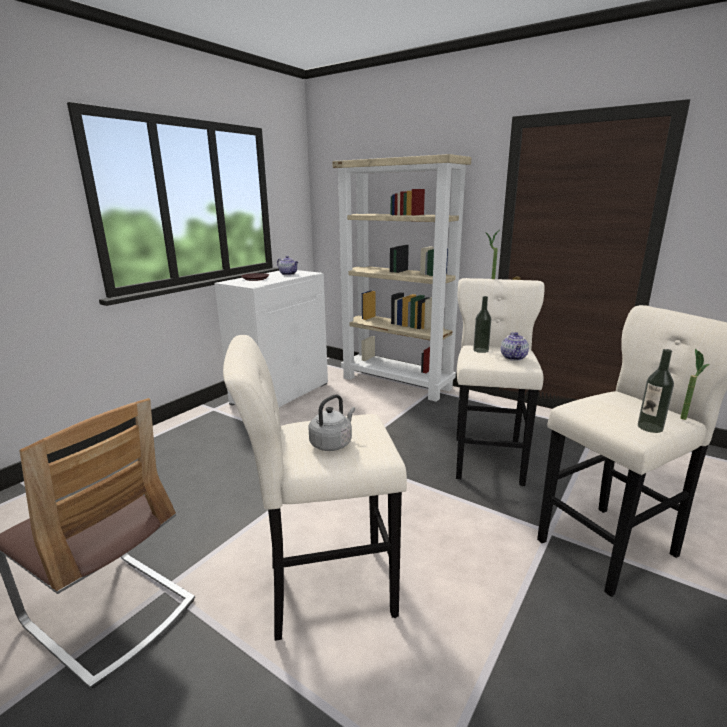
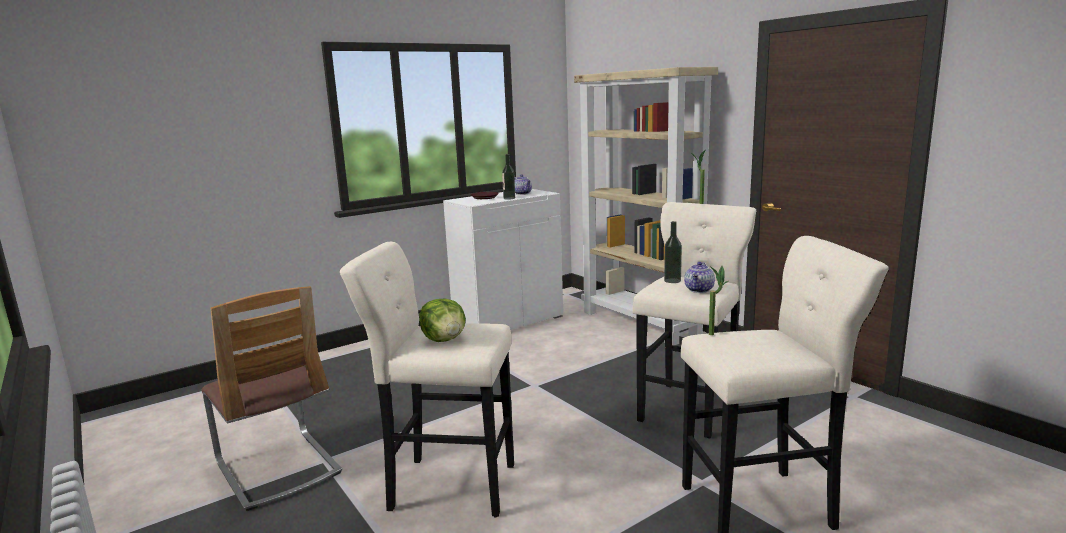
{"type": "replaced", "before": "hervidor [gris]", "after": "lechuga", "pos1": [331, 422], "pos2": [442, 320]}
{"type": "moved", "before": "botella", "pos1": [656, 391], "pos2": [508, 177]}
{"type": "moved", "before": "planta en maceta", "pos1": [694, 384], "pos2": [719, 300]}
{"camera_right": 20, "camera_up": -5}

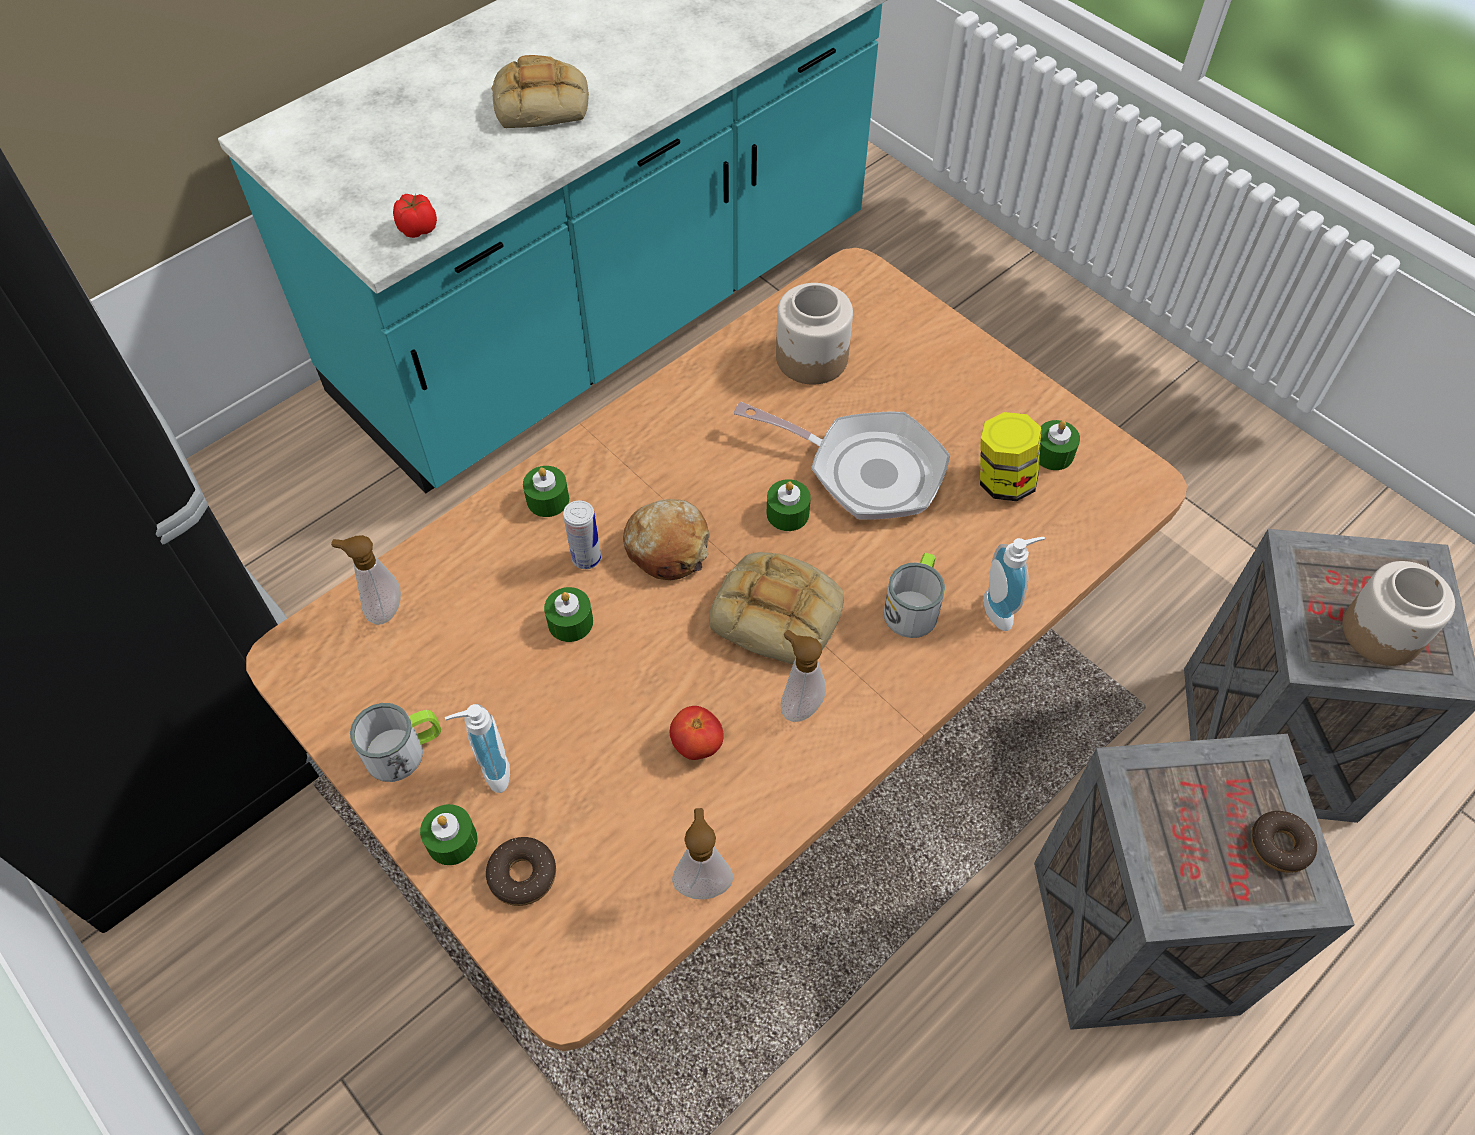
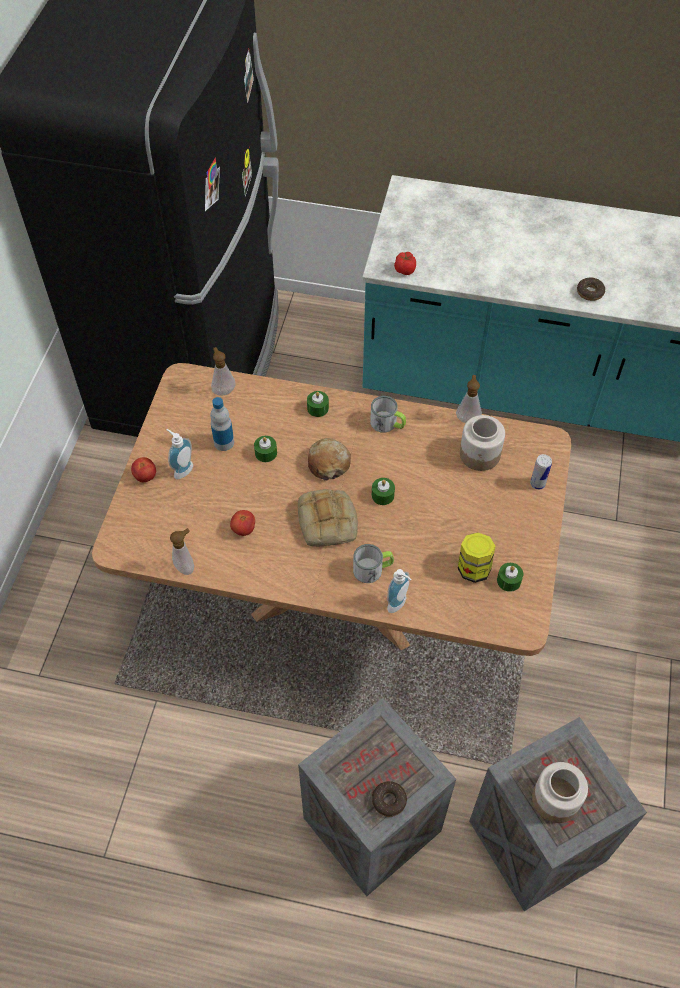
{"type": "moved", "before": "taza grande", "pos1": [395, 742], "pos2": [388, 414]}
{"type": "replaced", "before": "vela [verde]", "after": "tomate", "pos1": [449, 834], "pos2": [143, 469]}
{"type": "moved", "before": "rosquilla", "pos1": [521, 871], "pos2": [591, 289]}
{"type": "removed", "before": "pan", "pos1": [540, 91]}
{"type": "moved", "before": "lata", "pos1": [582, 534], "pos2": [541, 472]}
{"type": "removed", "before": "sartén", "pos1": [842, 461]}
{"type": "moved", "before": "dispensador de jabón", "pos1": [803, 676], "pos2": [469, 399]}
{"type": "added", "after": "botella", "pos2": [222, 424]}
{"camera_right": 55, "camera_up": 0}

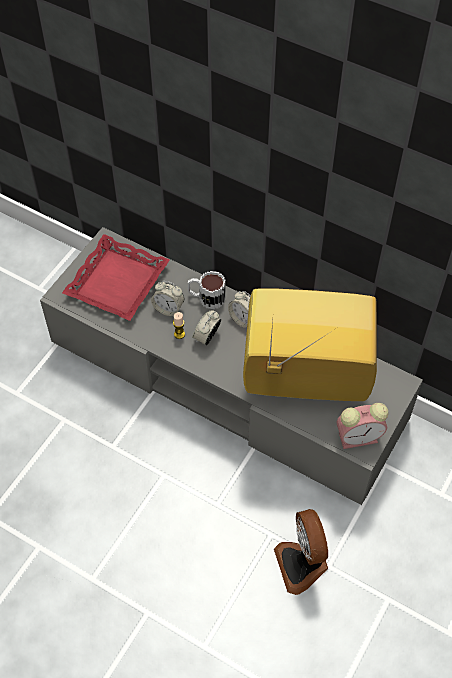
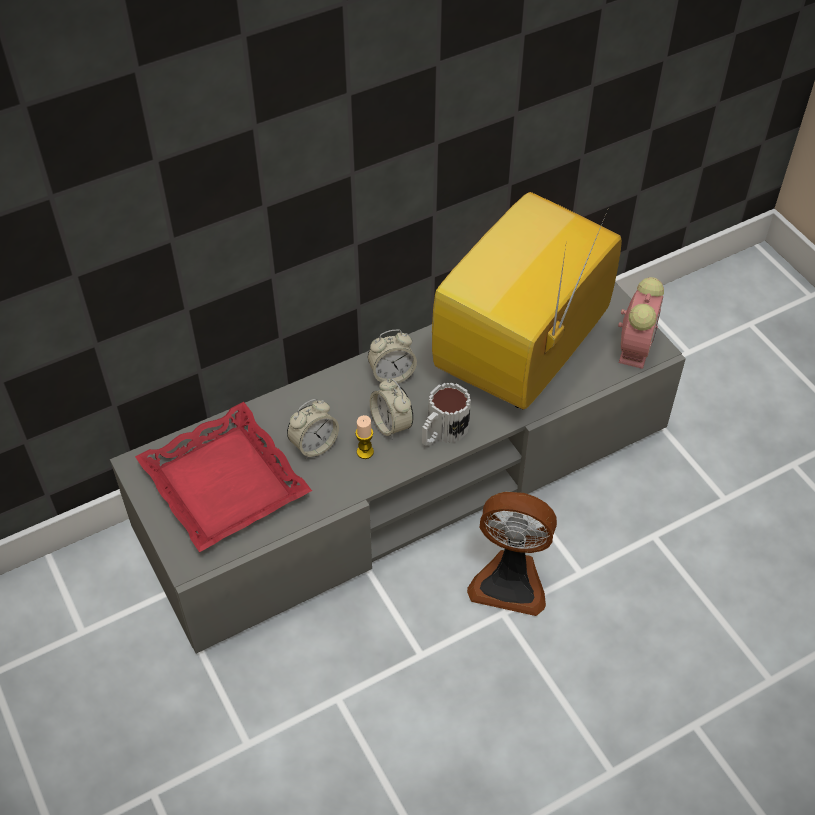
{"type": "moved", "before": "taza grande", "pos1": [207, 290], "pos2": [446, 414]}
{"type": "moved", "before": "ventilador", "pos1": [301, 552], "pos2": [512, 554]}
{"camera_right": -60, "camera_up": -5}

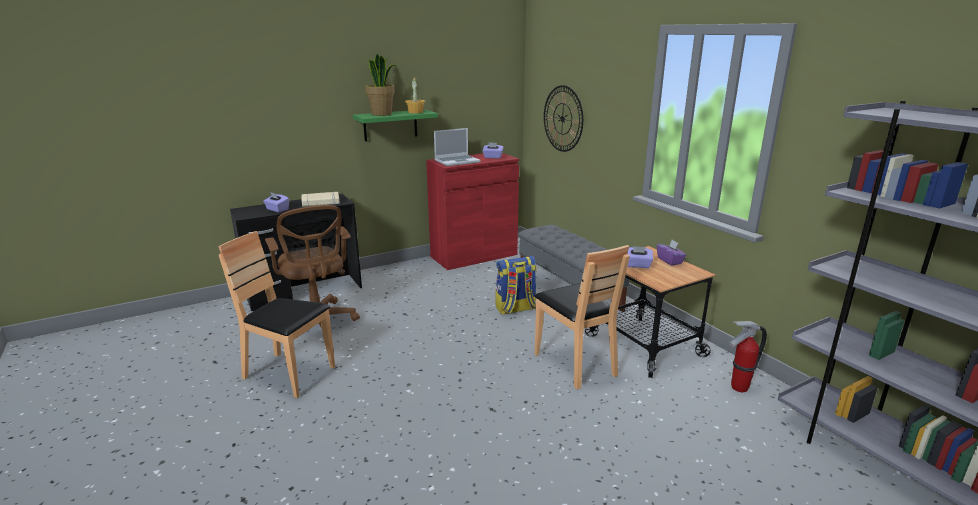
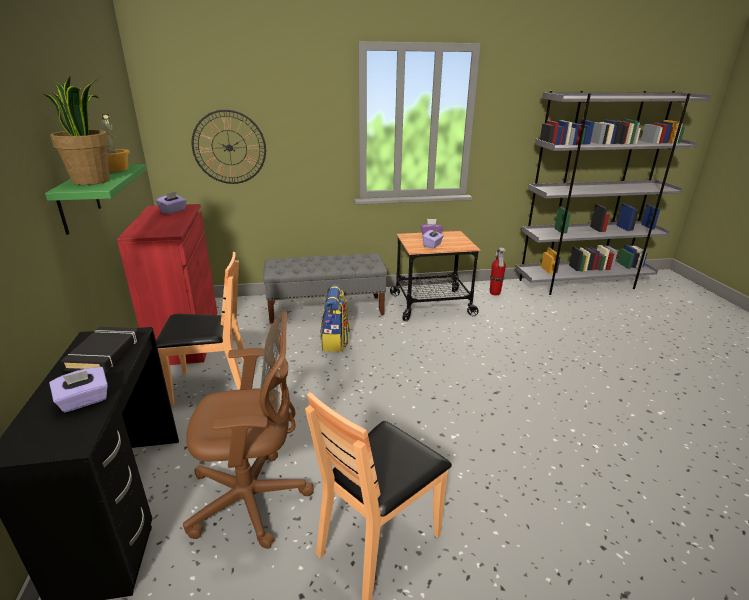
{"type": "recoloured", "before": "libro [beis]", "after": "libro [negro]", "pos1": [321, 199], "pos2": [100, 349]}
{"type": "removed", "before": "portátil", "pos1": [457, 147]}
{"type": "moved", "before": "silla [marrón]", "pos1": [582, 317], "pos2": [200, 329]}
{"camera_right": -70, "camera_up": 5}

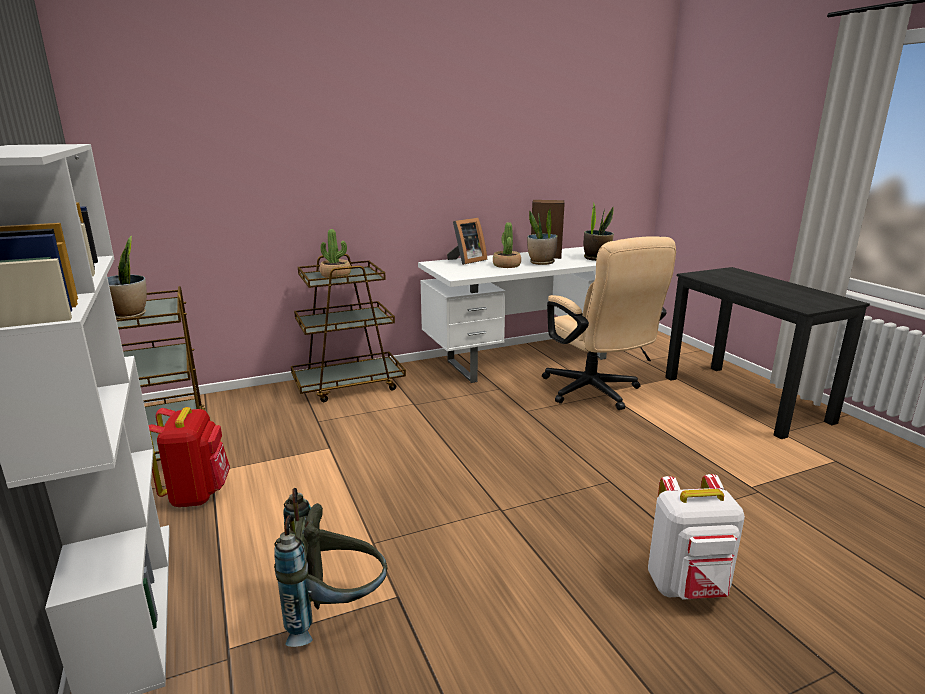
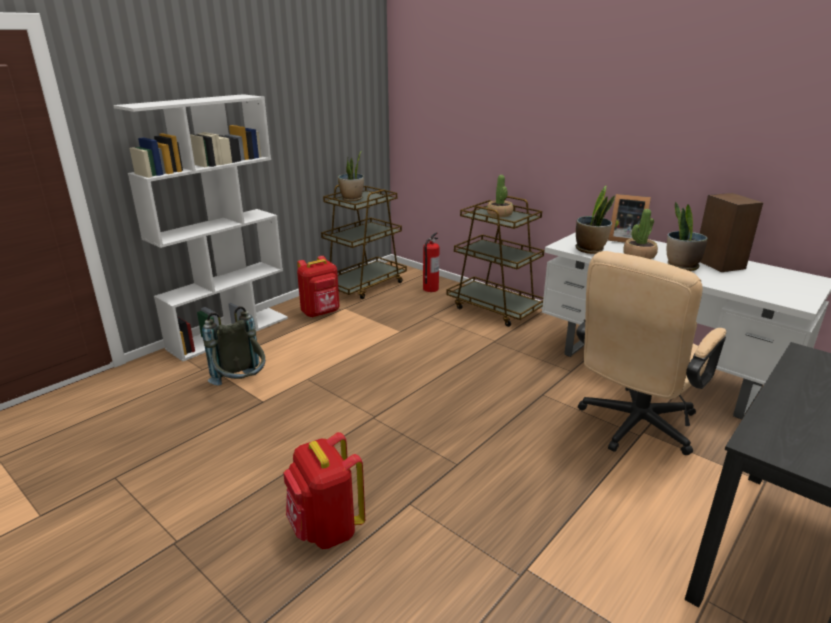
{"type": "moved", "before": "planta en maceta", "pos1": [599, 231], "pos2": [595, 220]}
{"type": "recoloured", "before": "mochila [blanco]", "after": "mochila [rojo]", "pos1": [696, 537], "pos2": [324, 490]}
{"type": "added", "after": "extintor", "pos2": [431, 262]}
{"camera_right": 65, "camera_up": 5}

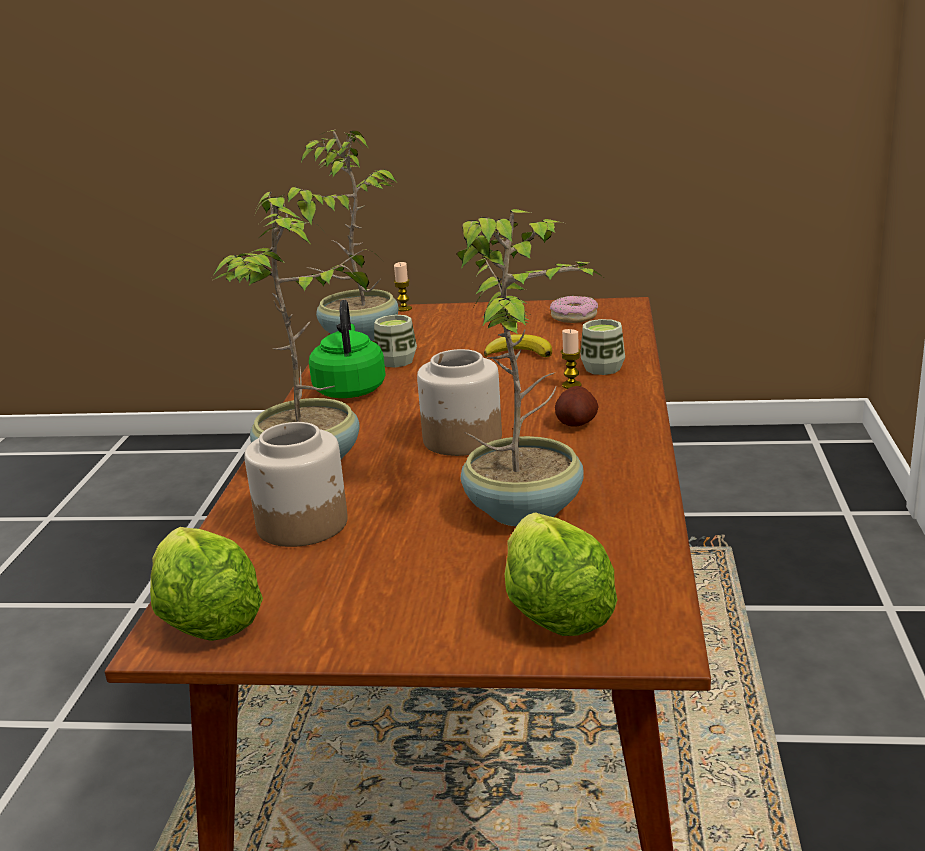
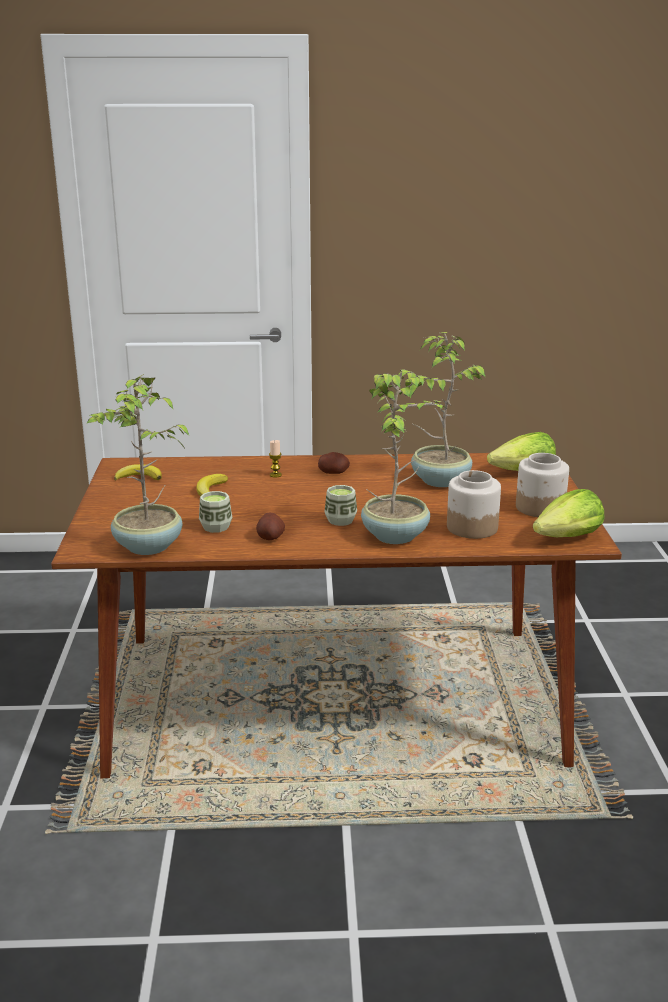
{"type": "replaced", "before": "hervidor [verde]", "after": "patata", "pos1": [347, 349], "pos2": [270, 526]}
{"type": "removed", "before": "vela", "pos1": [403, 286]}
{"type": "moved", "before": "tarro", "pos1": [459, 402], "pos2": [542, 485]}
{"type": "replaced", "before": "rosquilla", "after": "plátano", "pos1": [574, 309], "pos2": [138, 472]}
{"type": "moved", "before": "taza", "pos1": [602, 347], "pos2": [341, 505]}
{"camera_right": -100, "camera_up": 0}

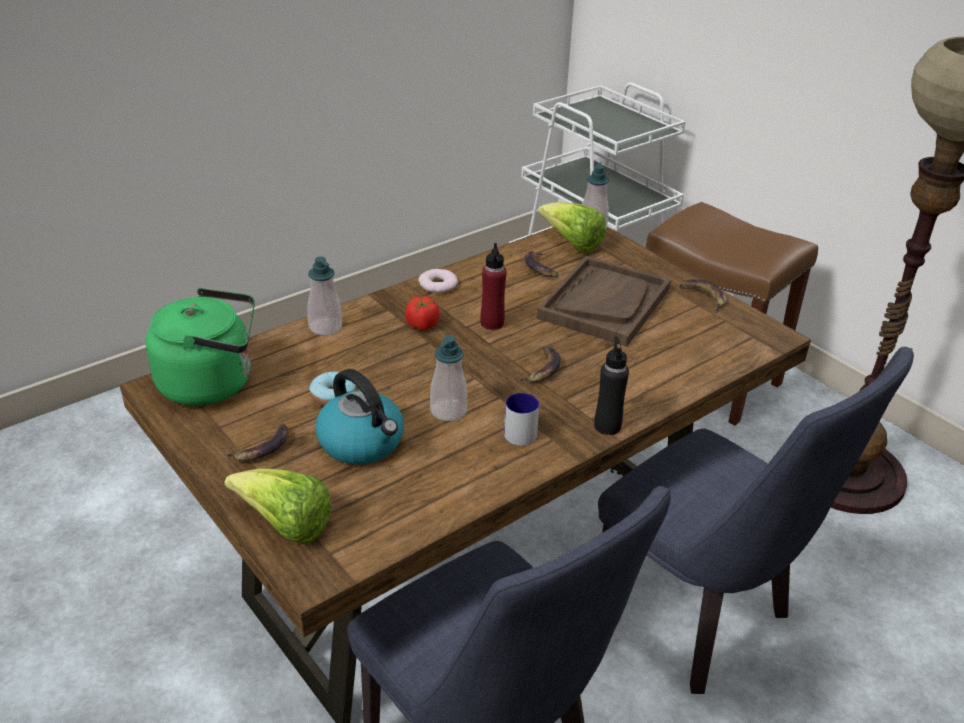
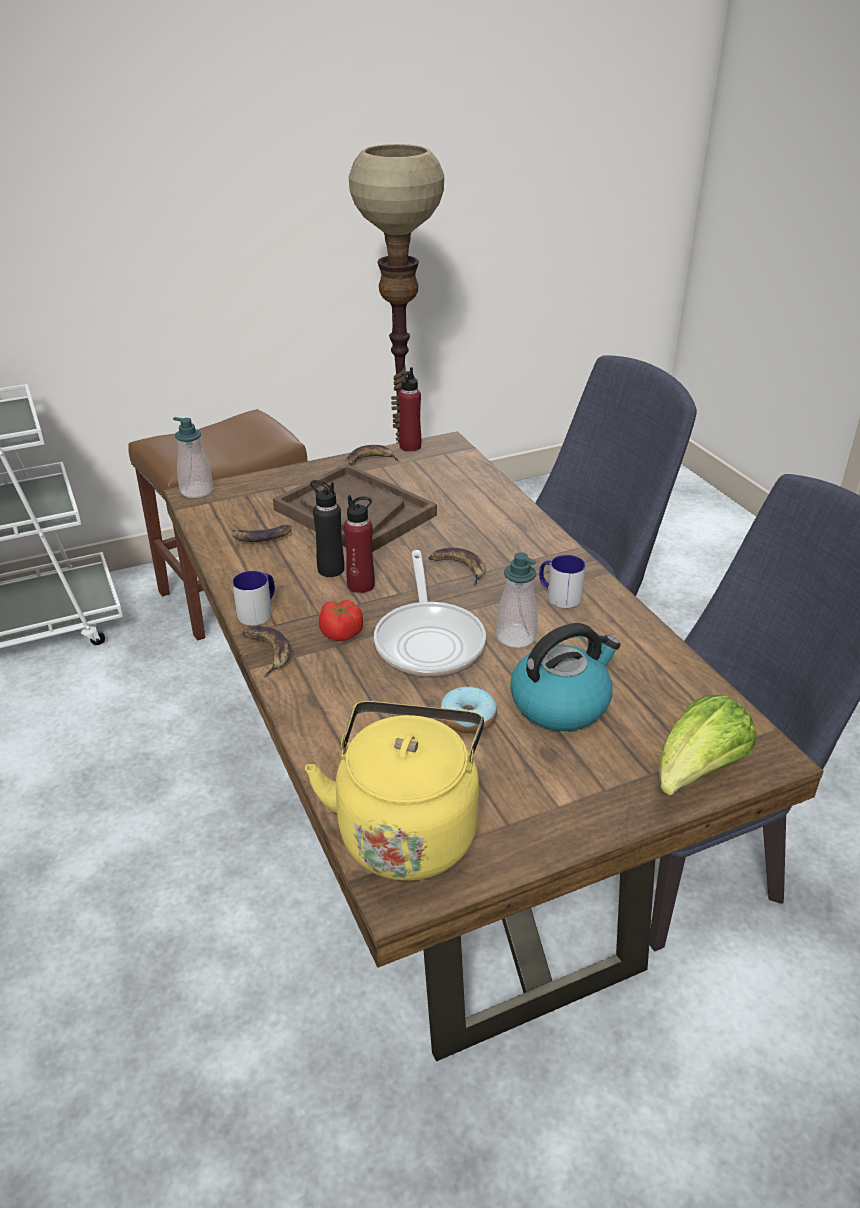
{"type": "recoloured", "before": "hervidor [verde]", "after": "hervidor [amarillo]", "pos1": [200, 347], "pos2": [394, 791]}
{"type": "moved", "before": "plátano", "pos1": [256, 442], "pos2": [266, 651]}
{"type": "removed", "before": "dispensador de jabón", "pos1": [325, 296]}
{"type": "replaced", "before": "rosquilla", "after": "taza grande", "pos1": [438, 281], "pos2": [253, 598]}
{"type": "removed", "before": "lechuga", "pos1": [572, 227]}
{"type": "moved", "before": "botella [negro]", "pos1": [611, 386], "pos2": [327, 528]}
{"type": "added", "after": "sartén", "pos2": [430, 613]}
{"type": "added", "after": "botella [rojo]", "pos2": [409, 409]}
{"camera_right": -75, "camera_up": 0}

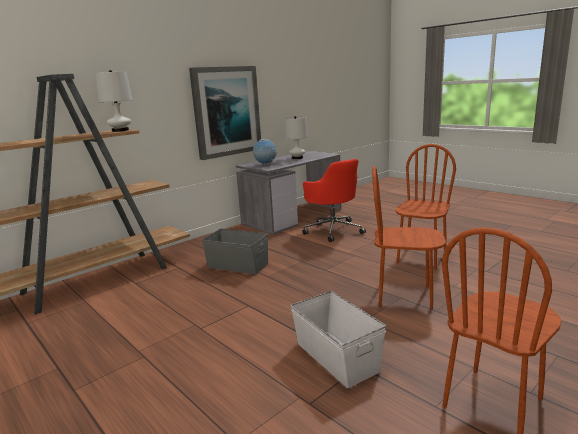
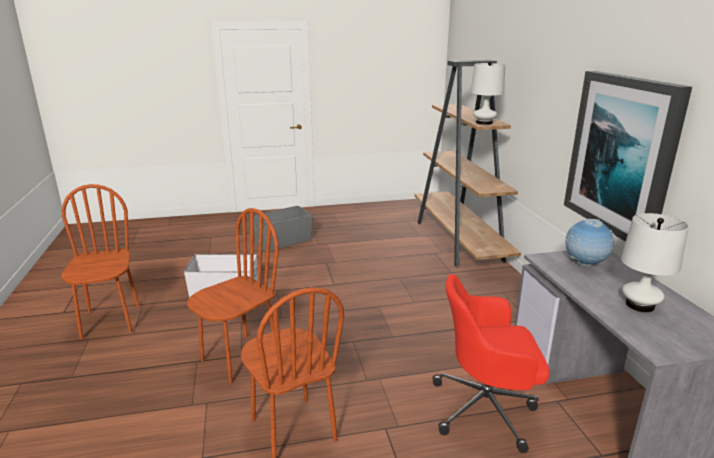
{"type": "moved", "before": "caja de almacenaje [gris]", "pos1": [235, 251], "pos2": [283, 229]}
{"camera_right": 120, "camera_up": 5}

